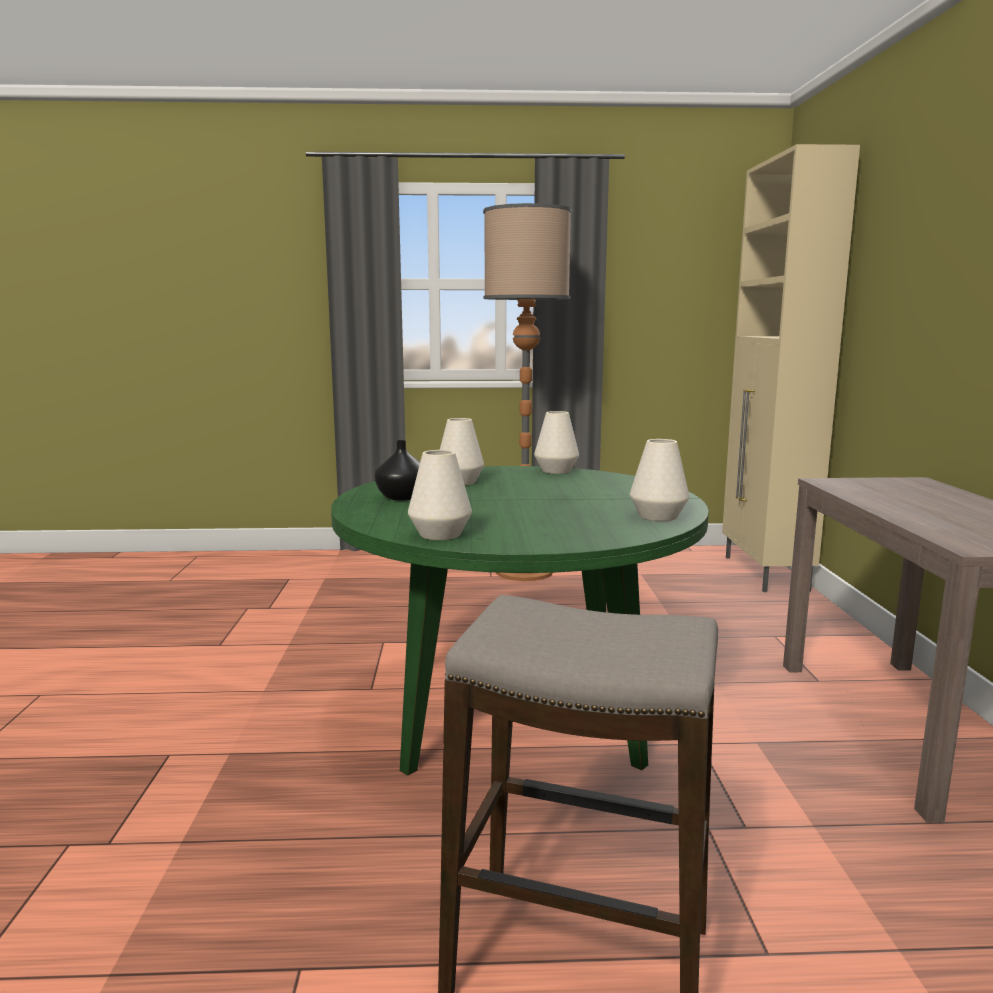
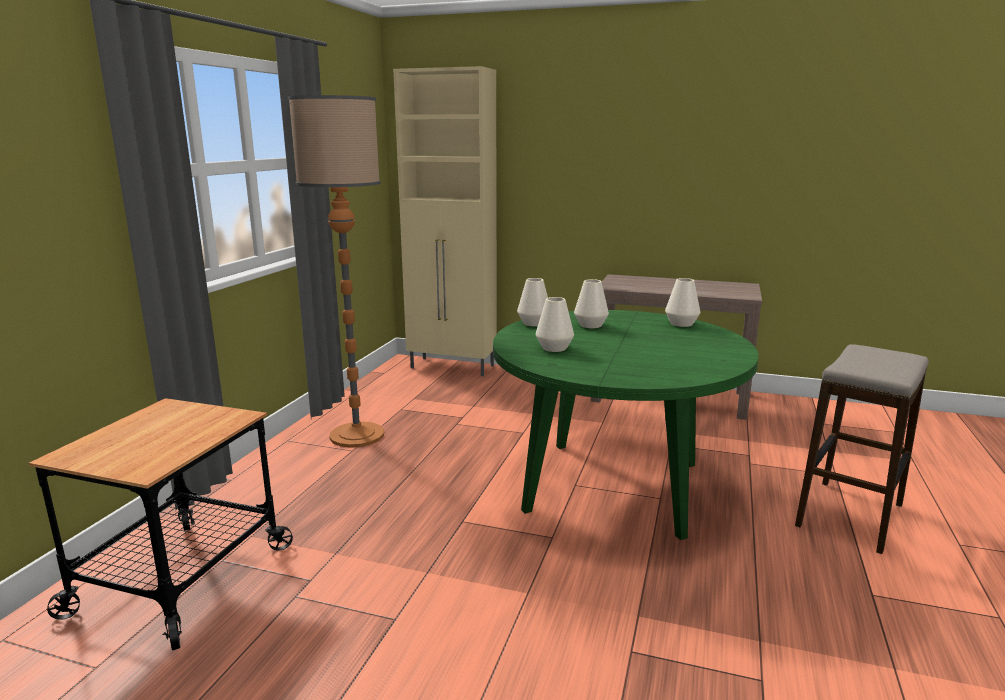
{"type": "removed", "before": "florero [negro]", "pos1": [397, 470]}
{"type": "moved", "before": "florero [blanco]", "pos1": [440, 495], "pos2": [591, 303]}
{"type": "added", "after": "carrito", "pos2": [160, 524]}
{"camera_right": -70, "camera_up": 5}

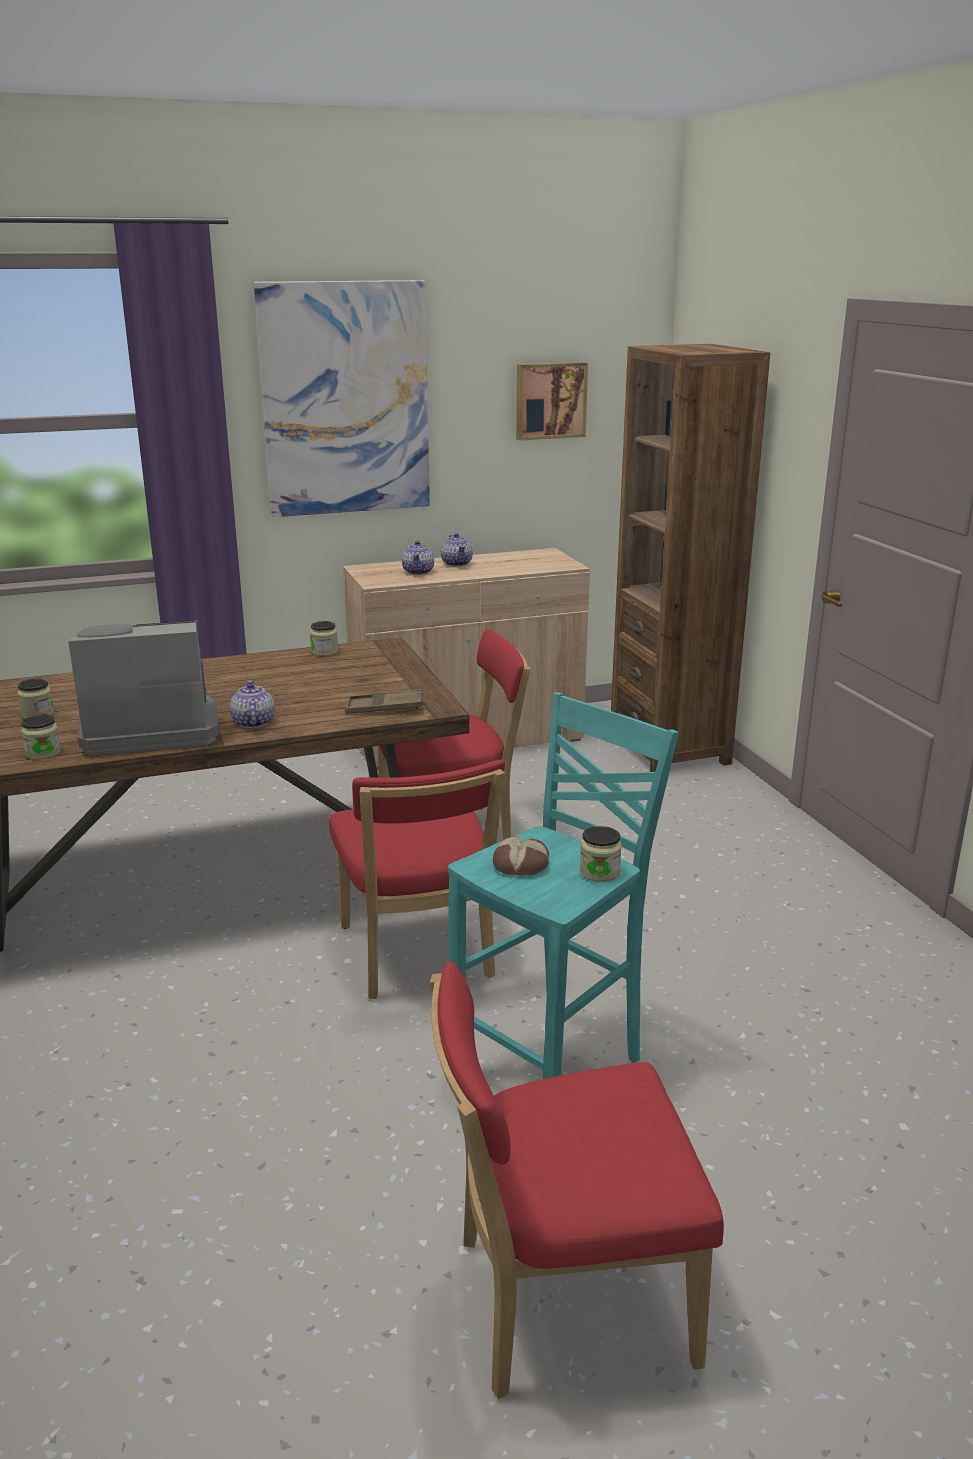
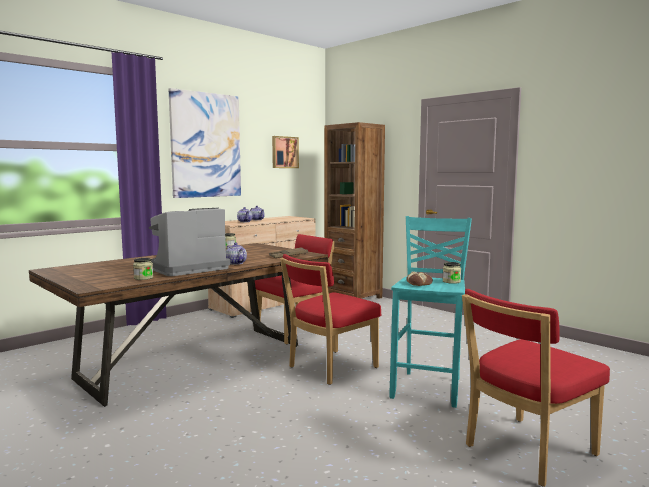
{"type": "removed", "before": "tarro", "pos1": [35, 699]}
{"type": "turned", "before": "silla [rojo]", "pos1": [417, 879], "pos2": [330, 319], "turn": 90}
{"camera_right": -25, "camera_up": -15}

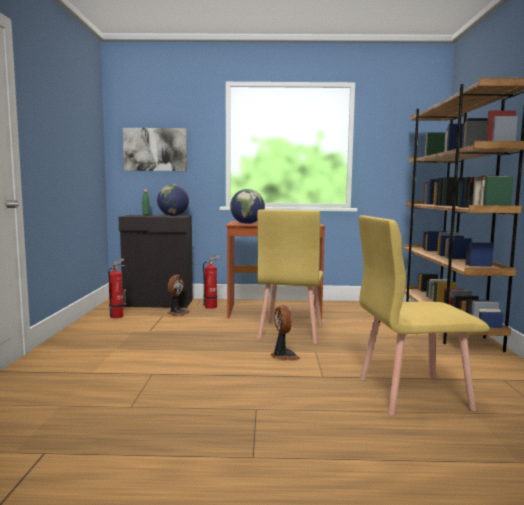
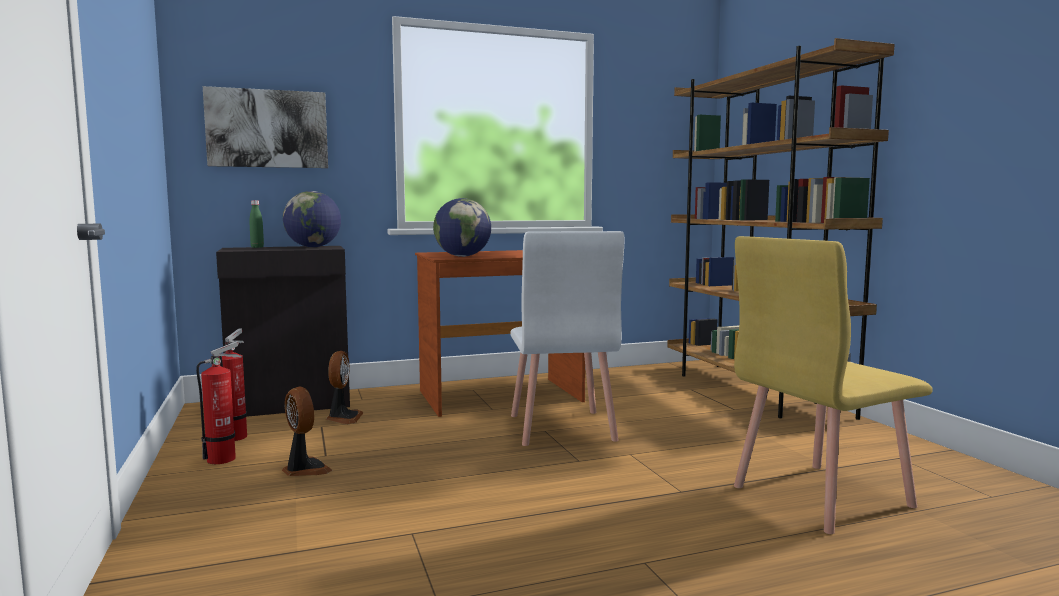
{"type": "moved", "before": "extintor", "pos1": [212, 282], "pos2": [219, 402]}
{"type": "recoloured", "before": "silla [amarillo]", "after": "silla [blanco]", "pos1": [290, 277], "pos2": [567, 338]}
{"type": "moved", "before": "ventilador", "pos1": [285, 332], "pos2": [307, 431]}
{"camera_right": -20, "camera_up": 0}

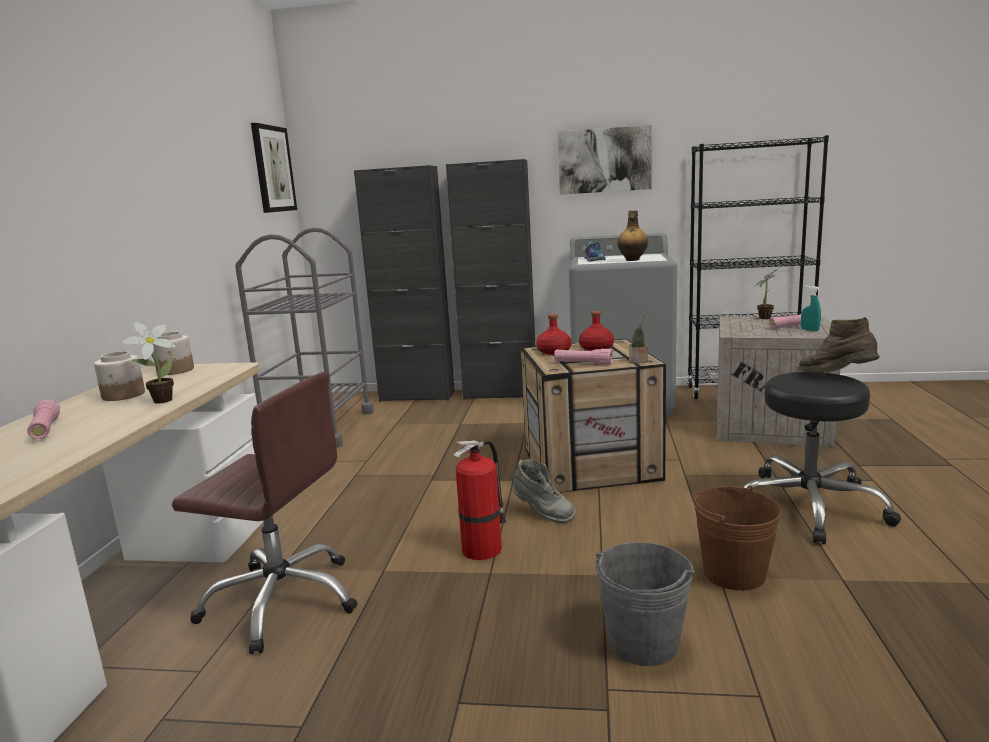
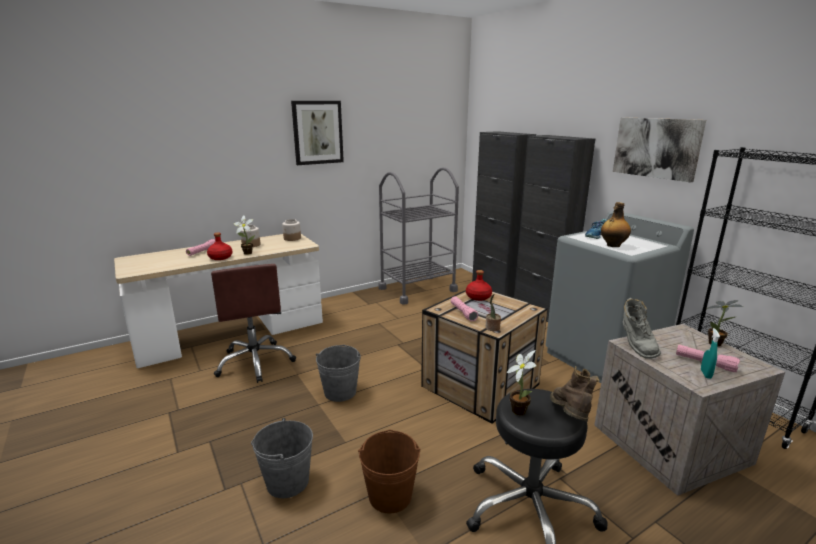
{"type": "moved", "before": "cuadro", "pos1": [274, 168], "pos2": [317, 133]}
{"type": "replaced", "before": "extintor", "after": "cubo [gris]", "pos1": [480, 500], "pos2": [338, 373]}
{"type": "moved", "before": "bota [gris]", "pos1": [544, 491], "pos2": [642, 328]}
{"type": "moved", "before": "botella [rojo]", "pos1": [596, 331], "pos2": [220, 246]}
{"type": "added", "after": "planta en maceta", "pos2": [522, 382]}
{"camera_right": 50, "camera_up": 5}

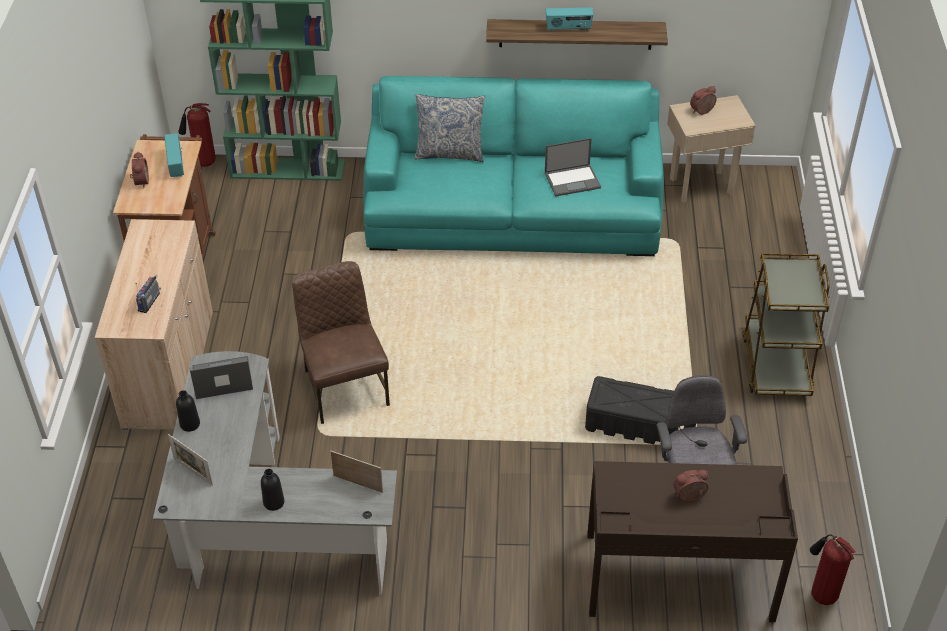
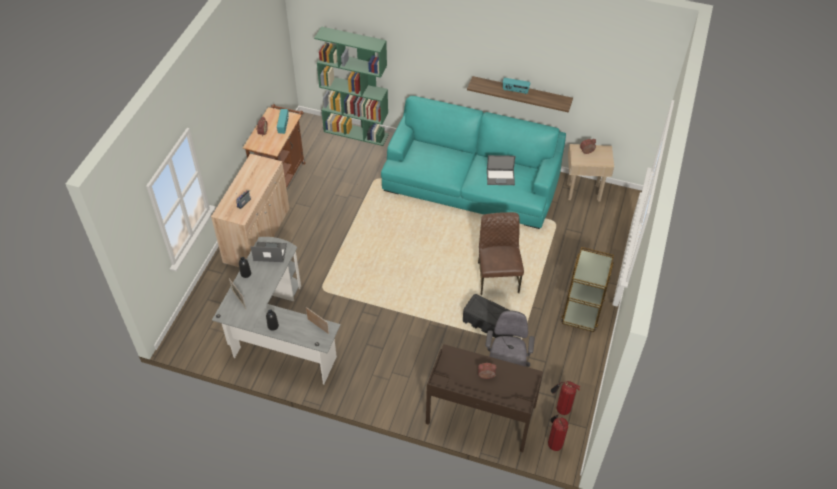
{"type": "moved", "before": "extintor", "pos1": [197, 135], "pos2": [565, 398]}
{"type": "moved", "before": "silla [marrón]", "pos1": [341, 342], "pos2": [501, 253]}
{"type": "removed", "before": "cojín", "pos1": [449, 128]}
{"camera_right": 15, "camera_up": 5}

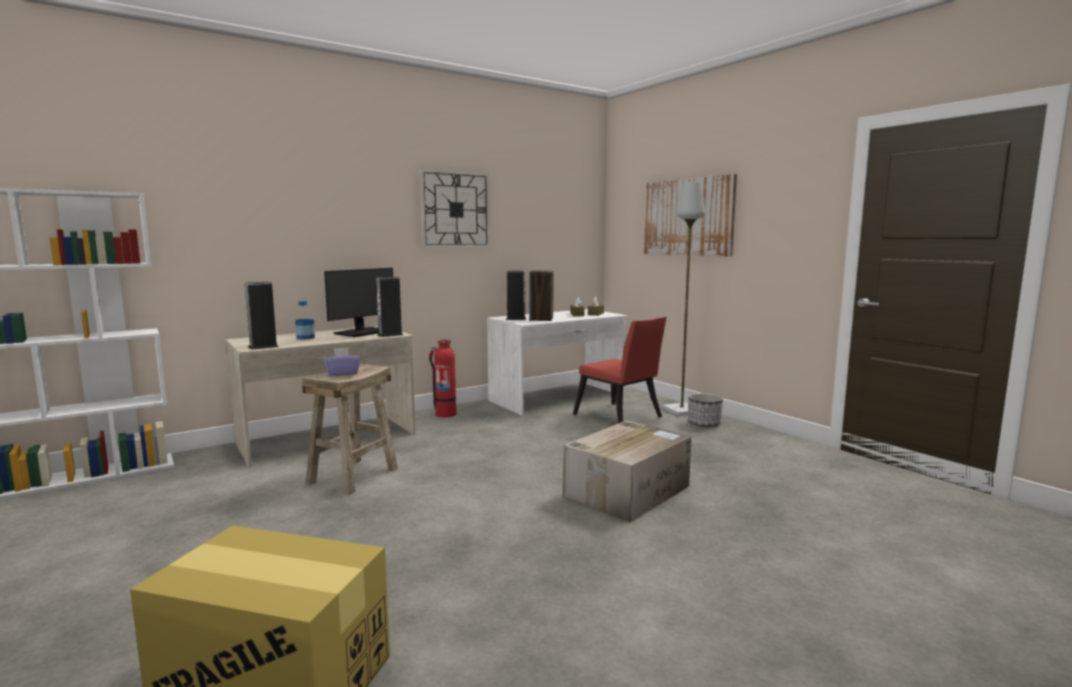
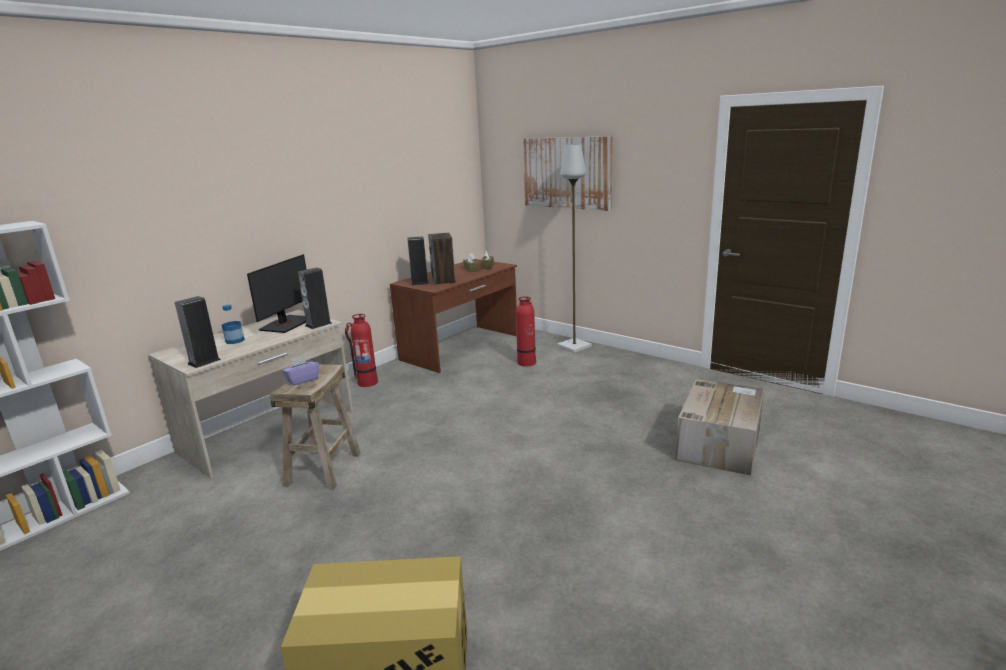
{"type": "removed", "before": "reloj de pared", "pos1": [455, 208]}
{"type": "recoloured", "before": "escritorio [blanco]", "after": "escritorio [marrón]", "pos1": [557, 362], "pos2": [453, 316]}
{"type": "moved", "before": "caja de cartón", "pos1": [627, 471], "pos2": [720, 427]}
{"type": "replaced", "before": "silla [rojo]", "after": "extintor", "pos1": [620, 370], "pos2": [526, 331]}
{"type": "removed", "before": "maceta", "pos1": [705, 410]}
{"camera_right": -15, "camera_up": 10}

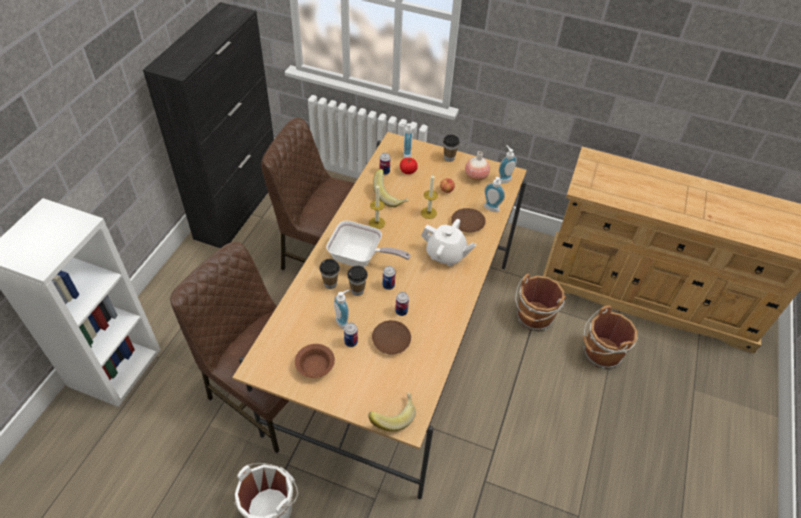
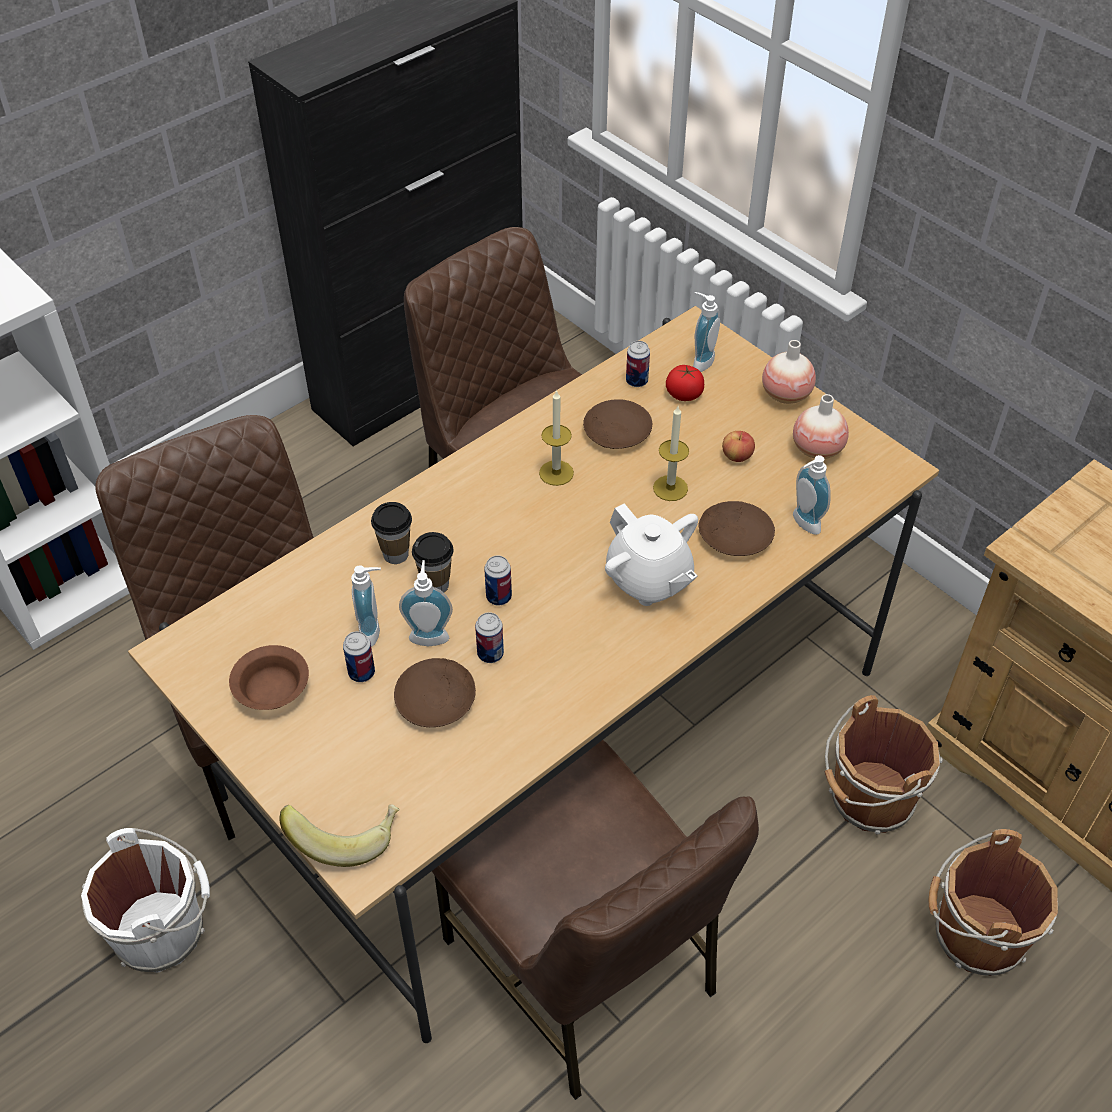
{"type": "removed", "before": "sartén", "pos1": [368, 243]}
{"type": "replaced", "before": "plátano", "after": "plato [marrón]", "pos1": [391, 188], "pos2": [617, 424]}
{"type": "replaced", "before": "taza", "after": "florero", "pos1": [451, 148], "pos2": [789, 372]}
{"type": "moved", "before": "dispensador de jabón", "pos1": [508, 164], "pos2": [426, 603]}
{"type": "added", "after": "silla [marrón]", "pos2": [595, 920]}
{"camera_right": 30, "camera_up": 0}

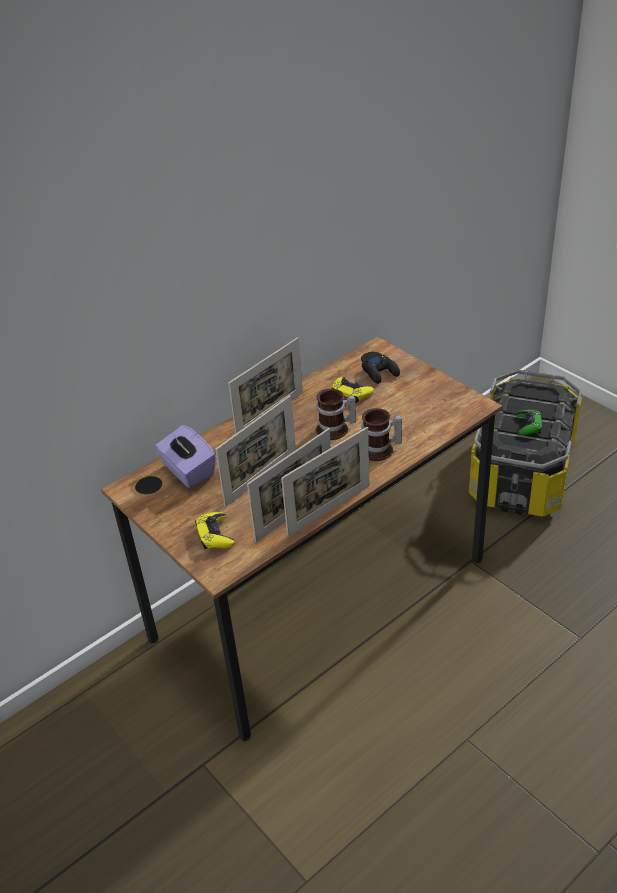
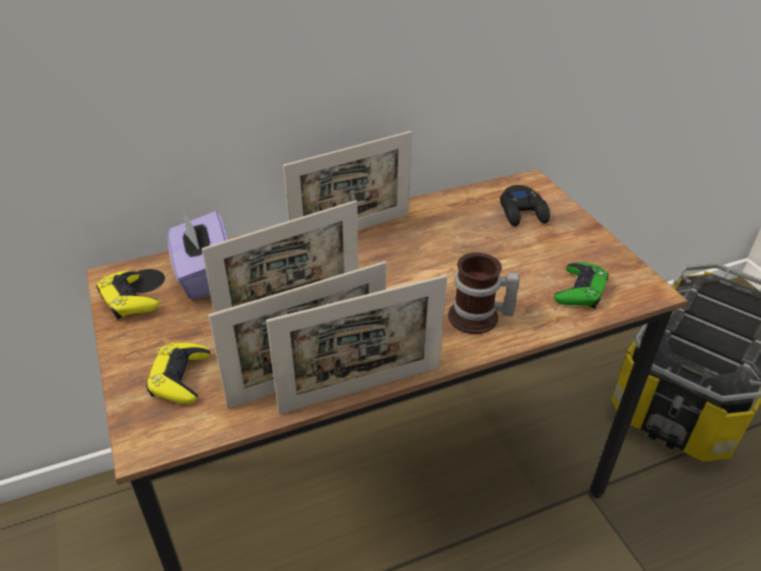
{"type": "removed", "before": "taza grande", "pos1": [336, 414]}
{"type": "moved", "before": "mando de consola [amarillo]", "pos1": [353, 390], "pos2": [127, 295]}
{"type": "moved", "before": "mando de consola [verde]", "pos1": [529, 422], "pos2": [581, 285]}
{"camera_right": 15, "camera_up": 0}

